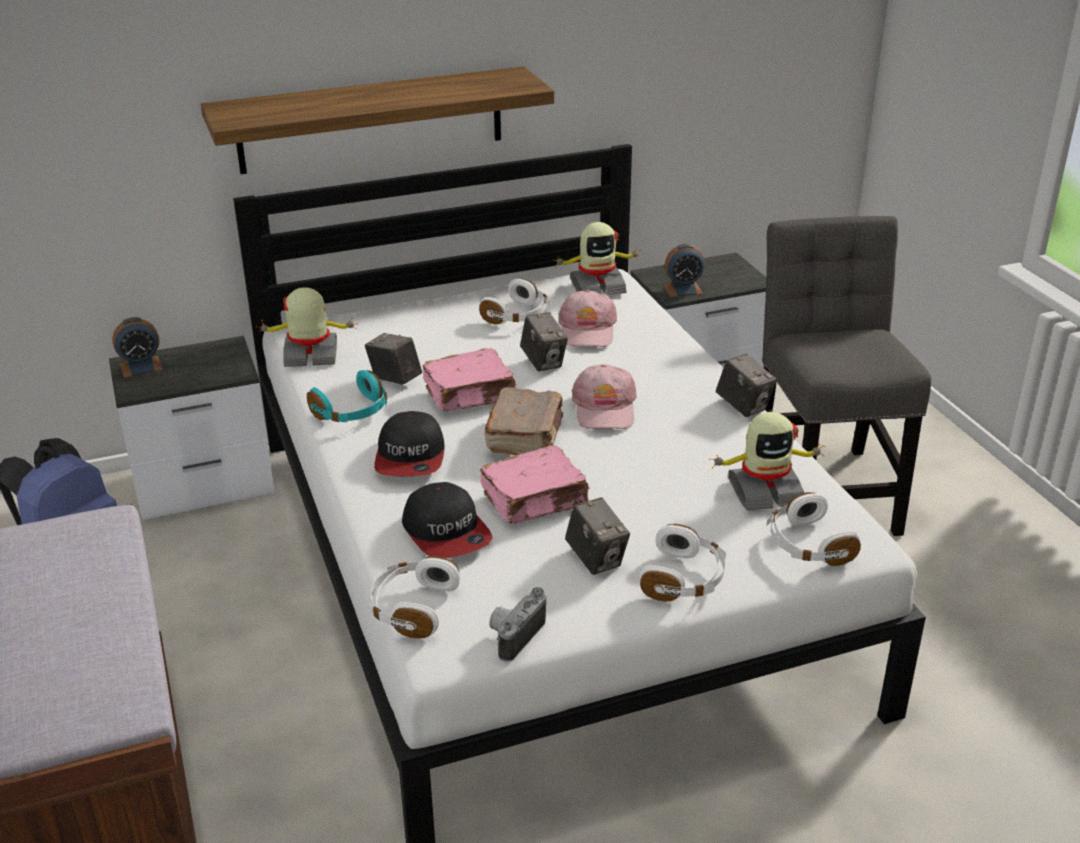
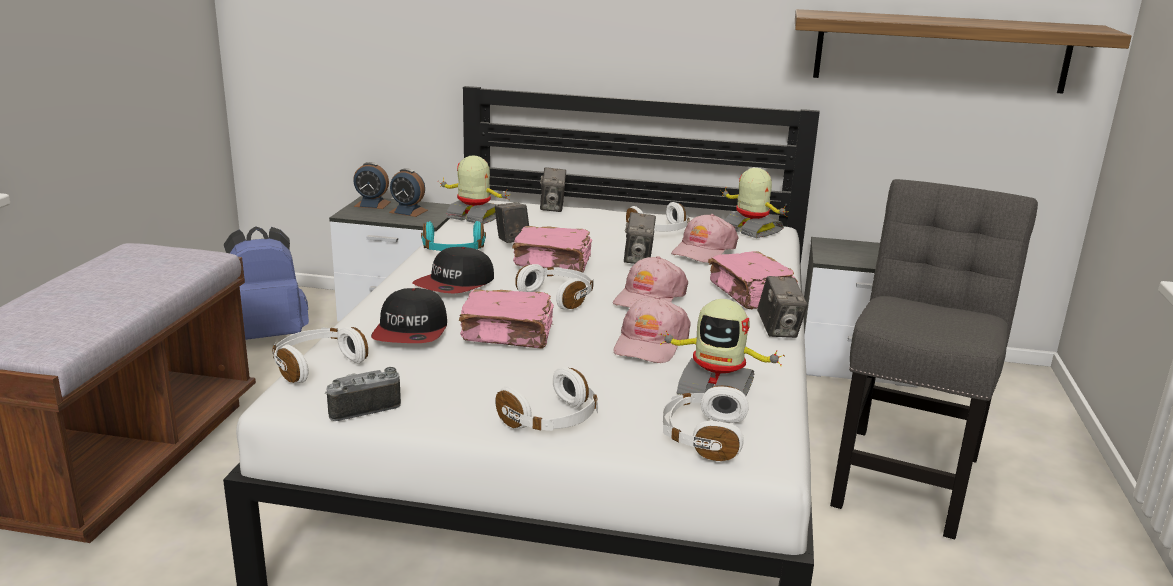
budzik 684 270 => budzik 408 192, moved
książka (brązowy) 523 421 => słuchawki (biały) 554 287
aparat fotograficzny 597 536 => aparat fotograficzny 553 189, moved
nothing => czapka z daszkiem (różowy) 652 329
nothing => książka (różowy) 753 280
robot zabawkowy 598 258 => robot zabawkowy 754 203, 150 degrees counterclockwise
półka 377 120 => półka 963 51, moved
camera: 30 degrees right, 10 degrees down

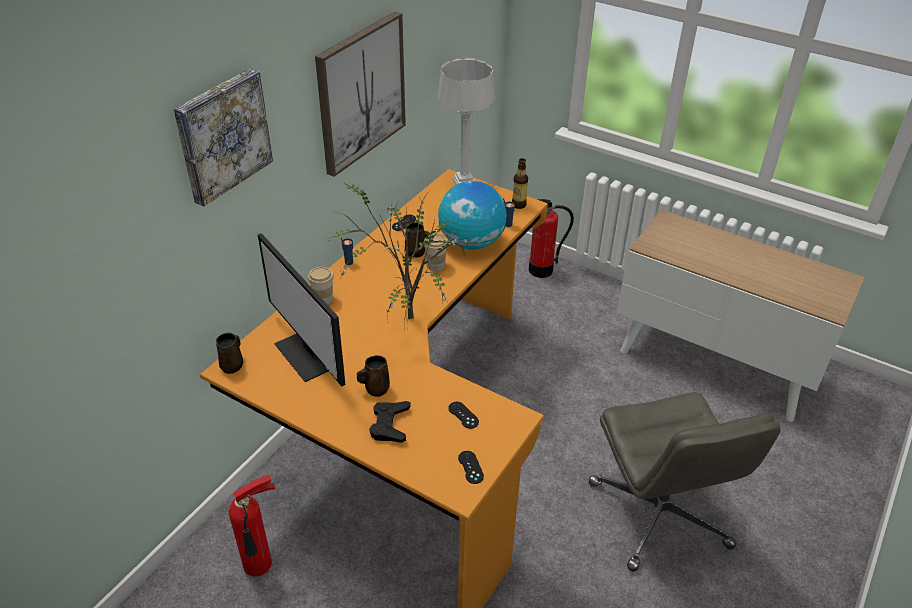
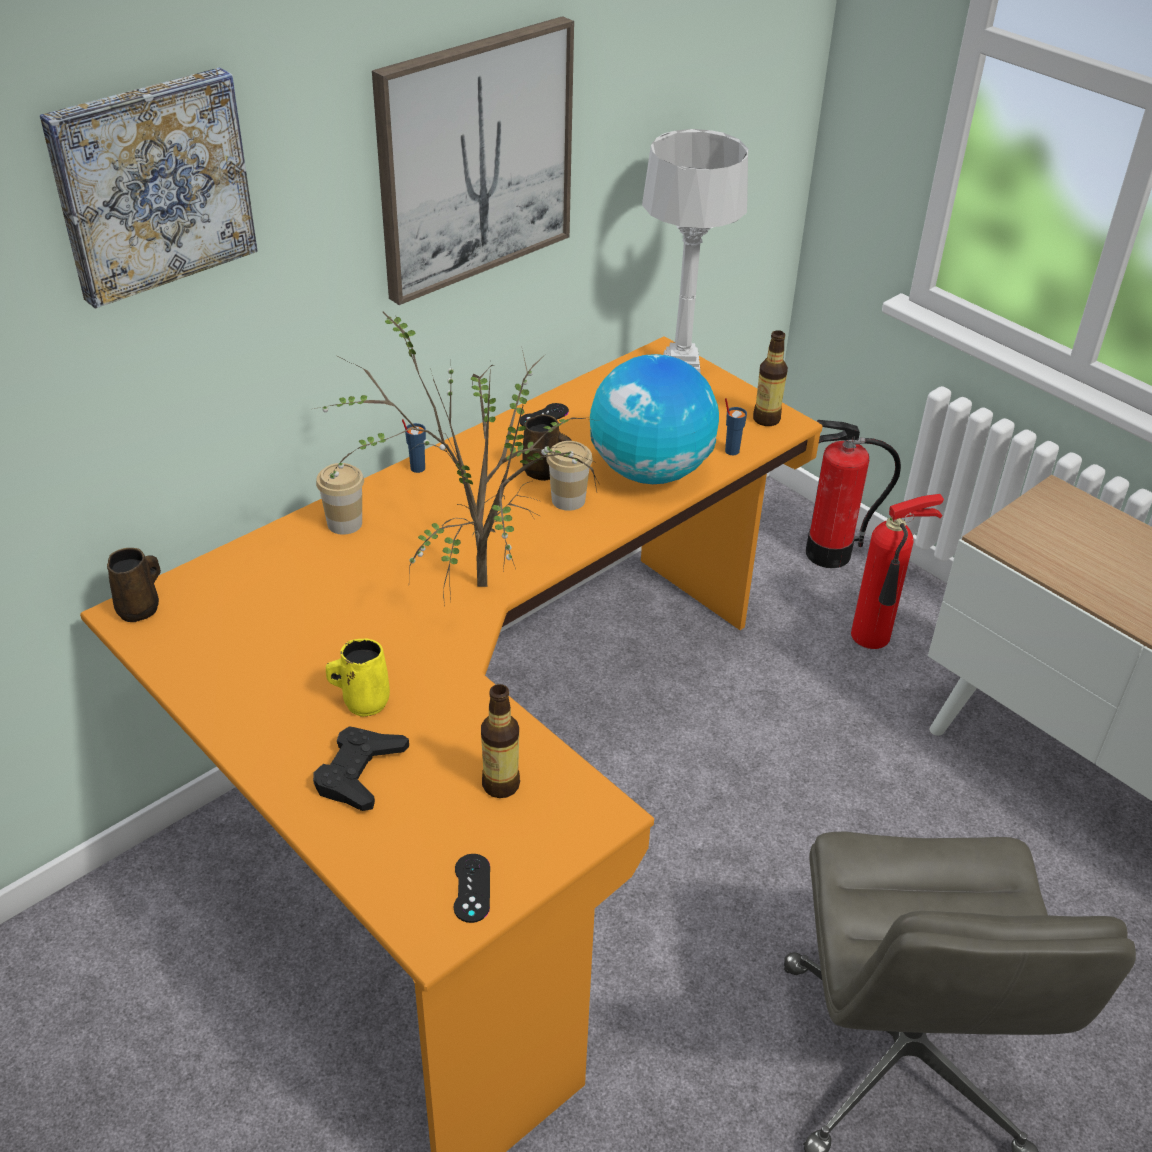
kubek (brązowy) 373 376 => kubek (żółty) 358 677
pad do gier (czarny) 463 415 => butelka 500 741
gaśnica 252 526 => gaśnica 897 571, moved
monitor 302 310 => nothing
camera: 15 degrees right, 0 degrees up

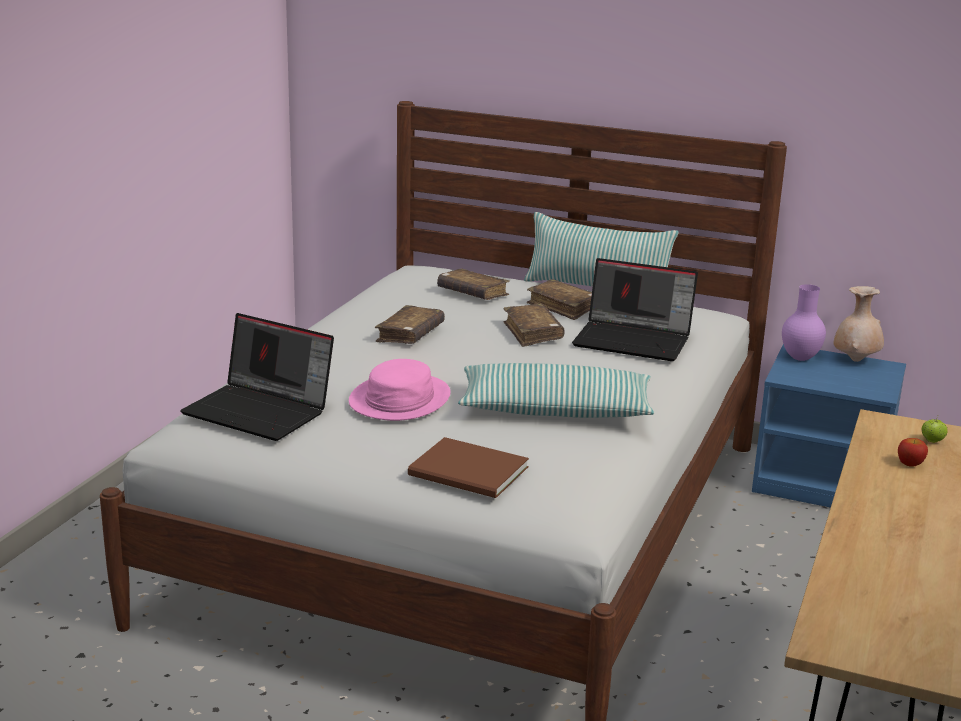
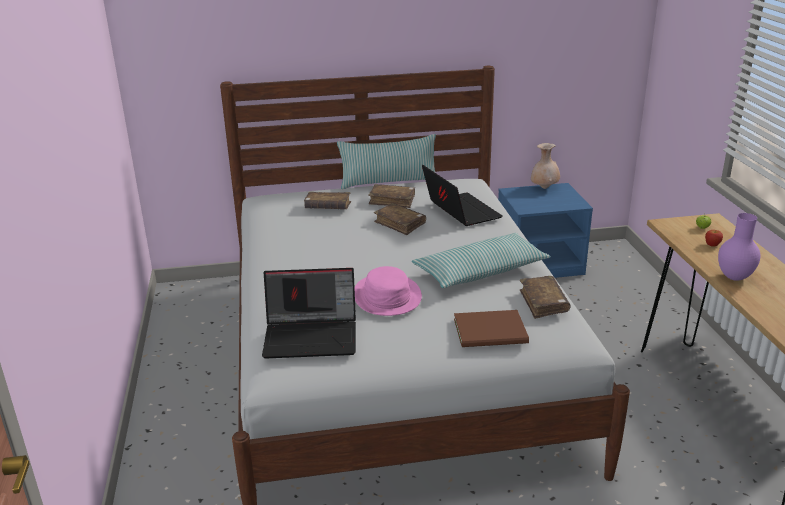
laptop 635 309 => laptop 462 195, 105 degrees counterclockwise
książka (brązowy) 410 324 => książka (brązowy) 545 297, moved
wazon (fioletowy) 804 322 => wazon (fioletowy) 739 247, moved
camera: 30 degrees left, 5 degrees up

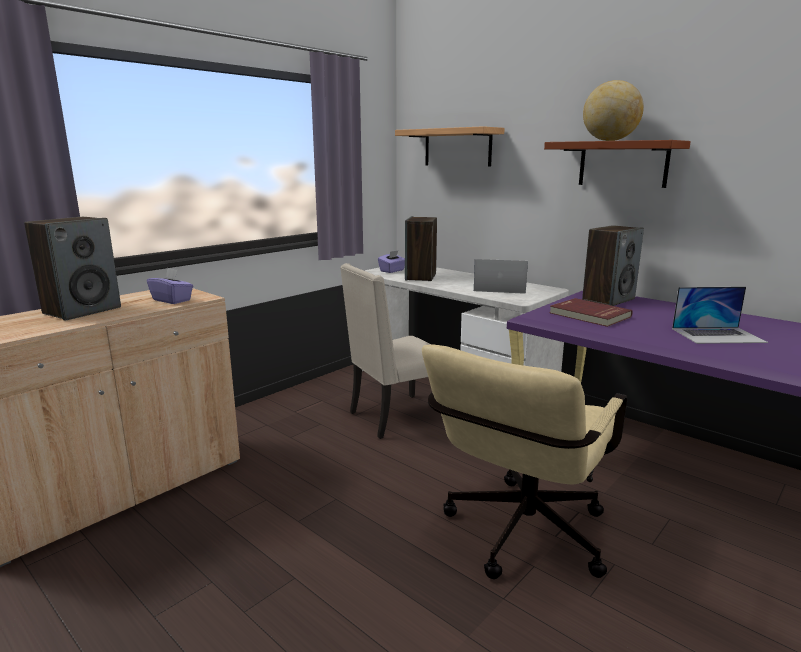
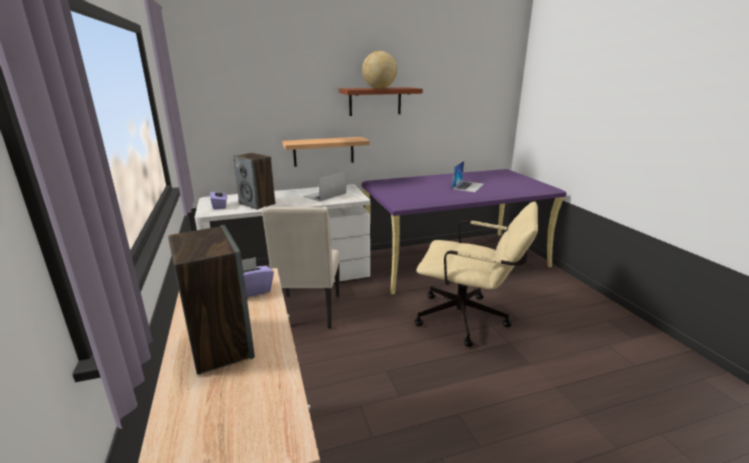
półka 450 146 => półka 326 152, moved
krzesło biurowe (beżowy) 524 462 => krzesło biurowe (beżowy) 476 274, 45 degrees counterclockwise
książka (czerwony) 591 312 => nothing
głośnik 613 265 => nothing
camera: 60 degrees left, 5 degrees up

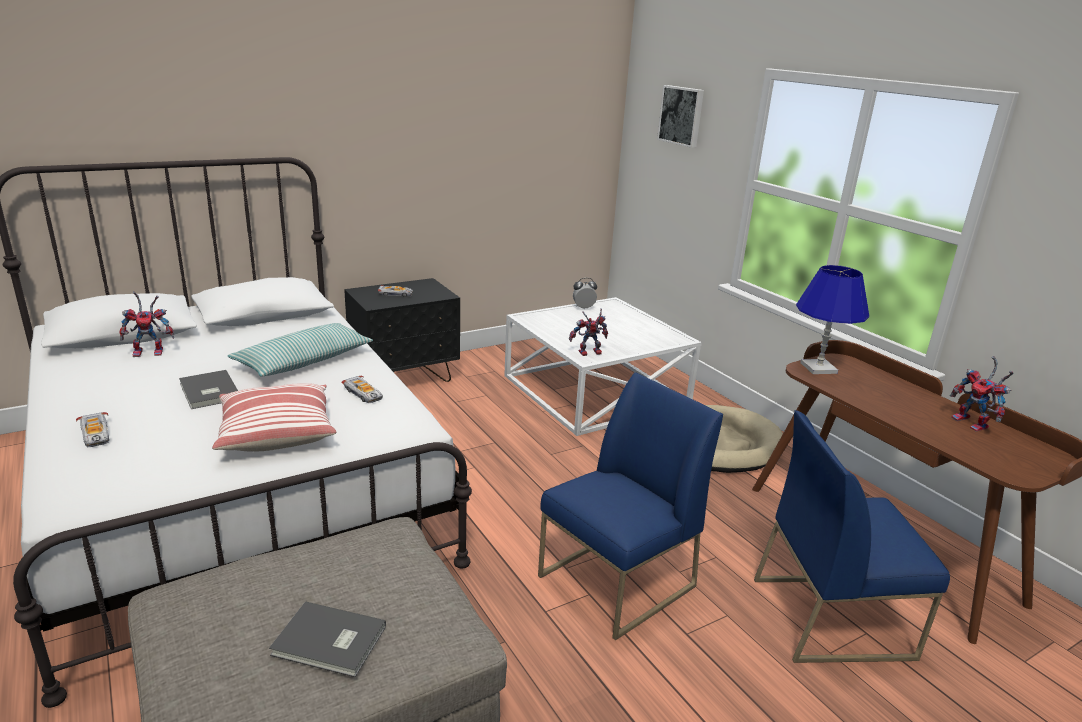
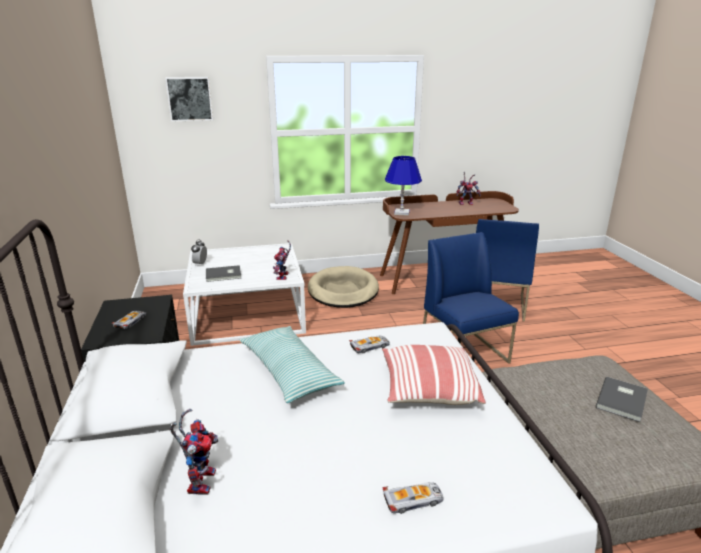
książka (szary) 208 389 => książka (szary) 223 273, moved
camera: 70 degrees left, 0 degrees up

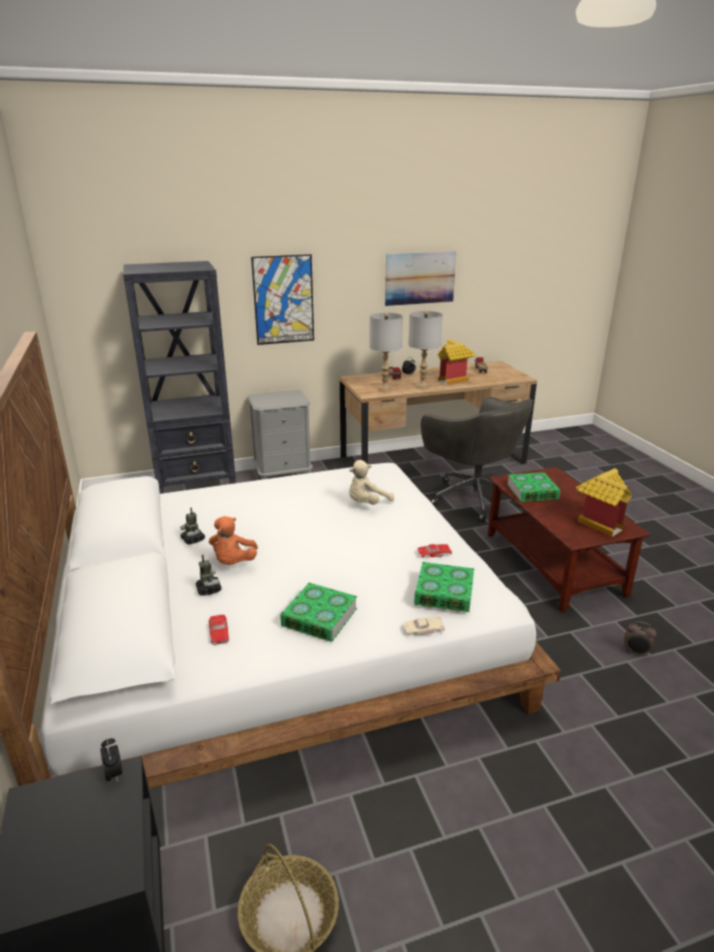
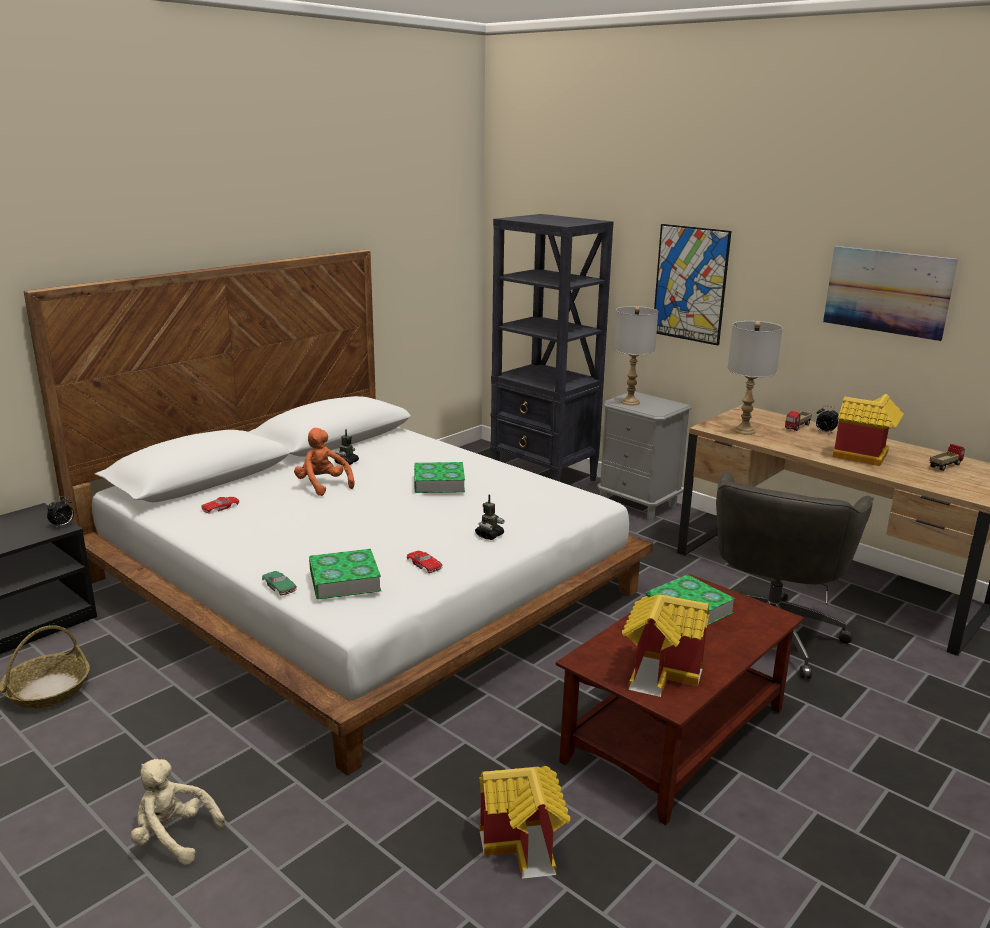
pluszak (beżowy) 371 482 => pluszak (beżowy) 178 812, moved
samochodzik (beżowy) 424 626 => samochodzik (zielony) 279 583
pluszak (pomarańczowy) 233 540 => pluszak (pomarańczowy) 324 462, 75 degrees clockwise
książka 318 612 => książka 439 477, moved
robot zabawkowy 209 575 => robot zabawkowy 490 517, moved
budzik 640 639 => domek 524 822
lampa stołowa (szary) 425 350 => lampa stołowa (szary) 636 355, moved
camera: 60 degrees right, 5 degrees down

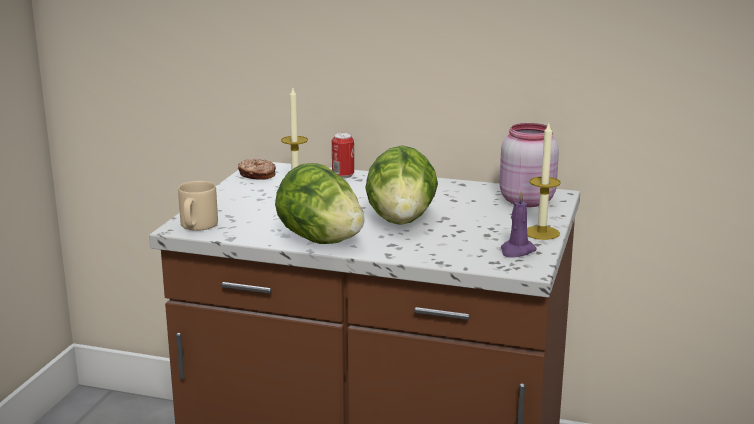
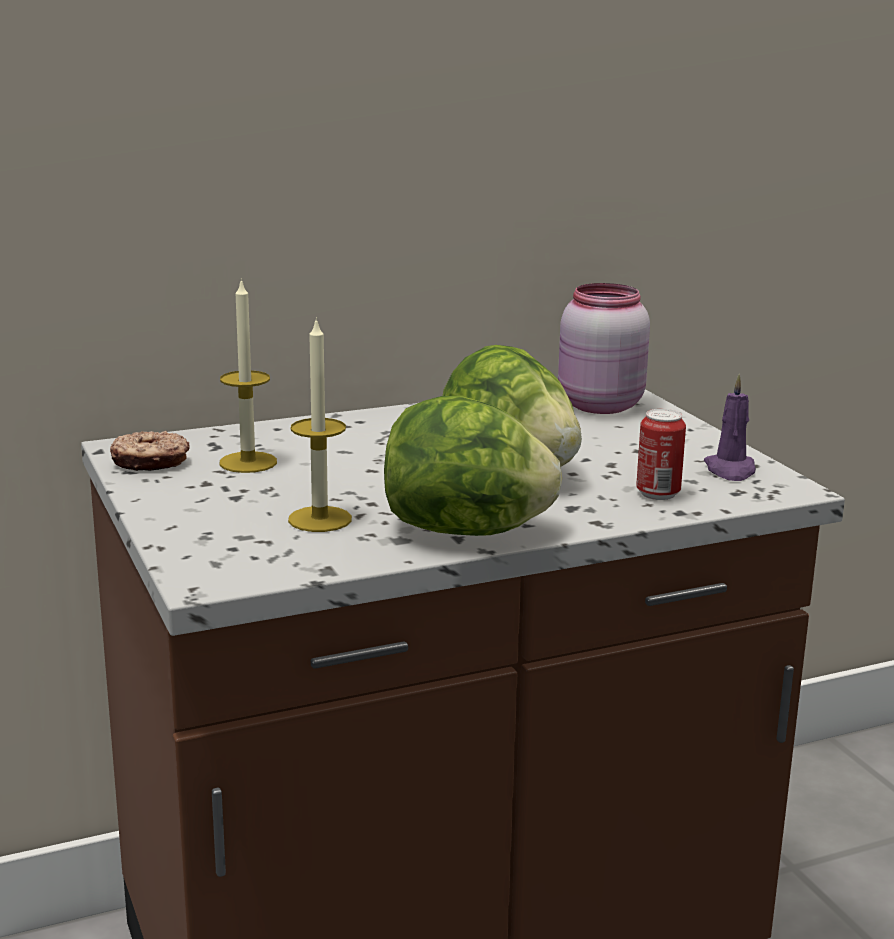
świeca 544 182 => świeca 320 424, moved
puszka 343 155 => puszka 661 454, moved
kubek (beżowy) 198 206 => nothing
camera: 40 degrees left, 0 degrees up

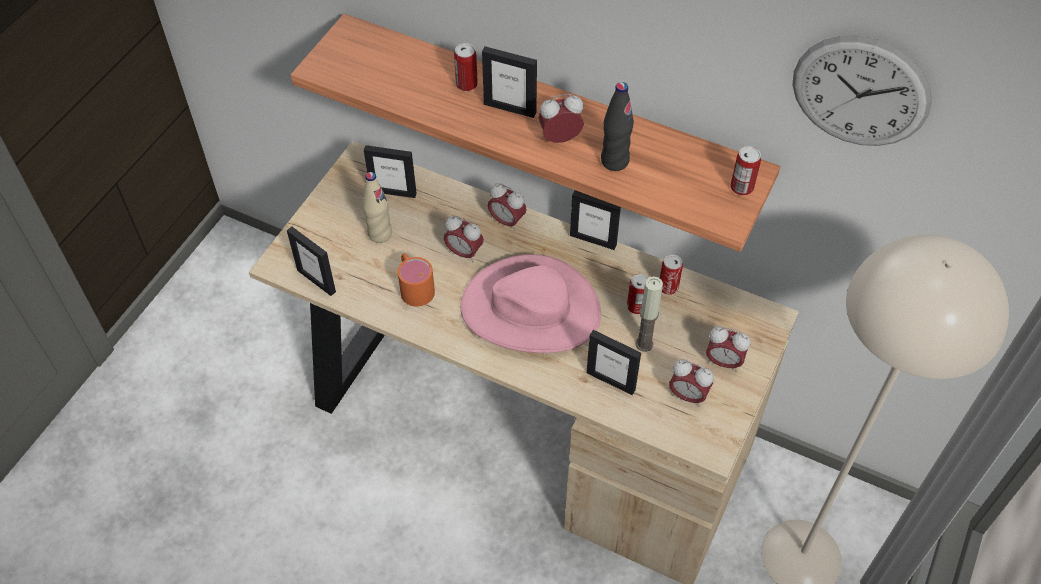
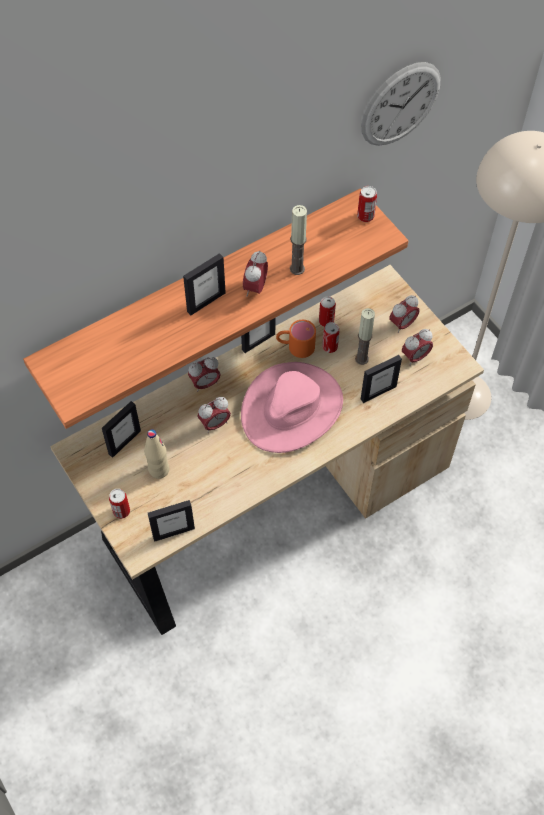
puszka 466 67 => puszka 119 504, moved
kubek (pomarańczowy) 416 280 => kubek (pomarańczowy) 296 339, moved
butelka (czarny) 617 126 => świeca 298 240
camera: 60 degrees left, 5 degrees up

